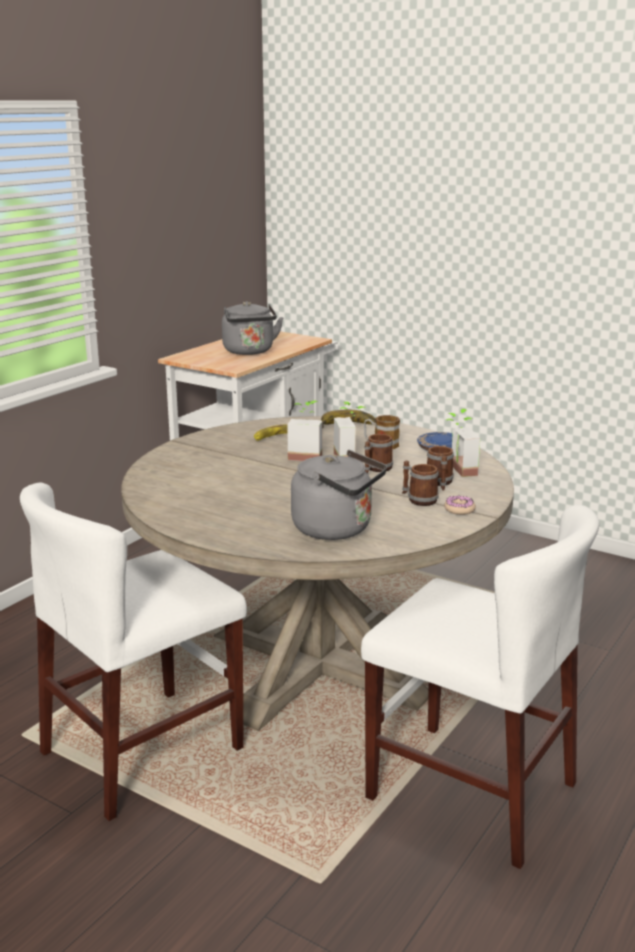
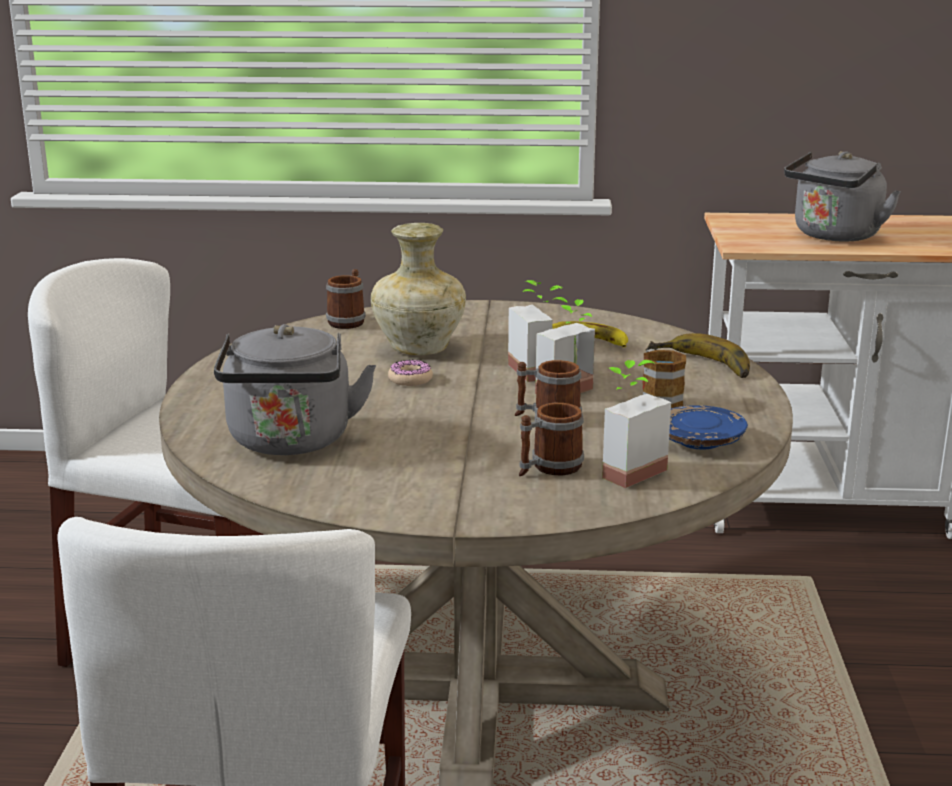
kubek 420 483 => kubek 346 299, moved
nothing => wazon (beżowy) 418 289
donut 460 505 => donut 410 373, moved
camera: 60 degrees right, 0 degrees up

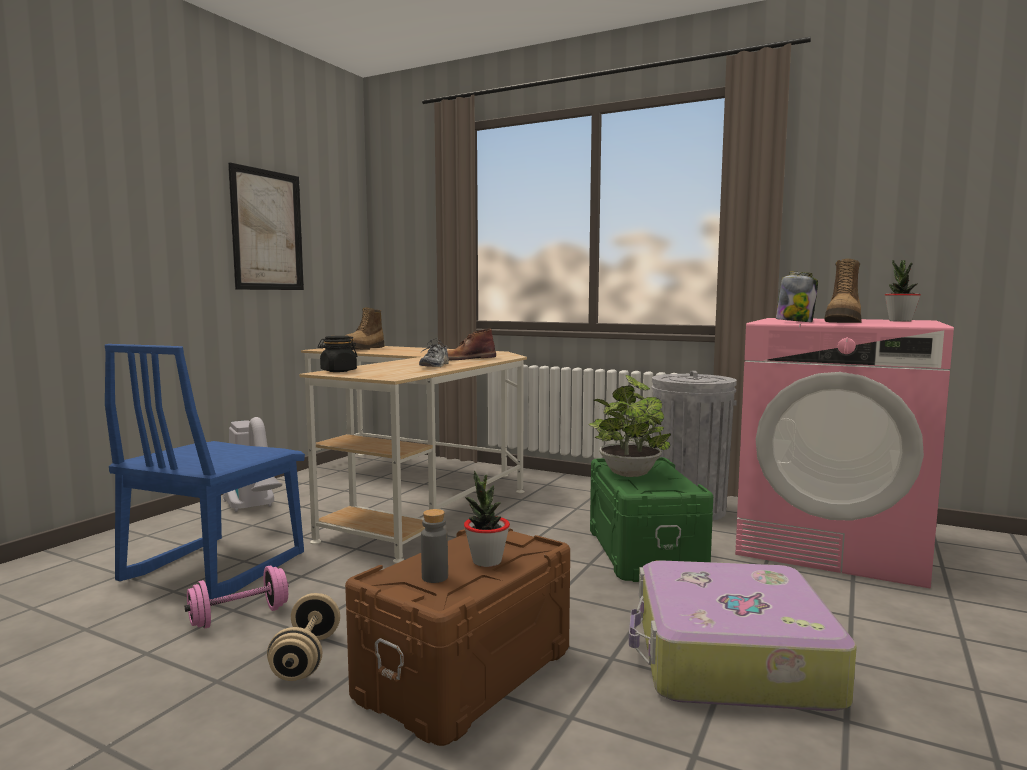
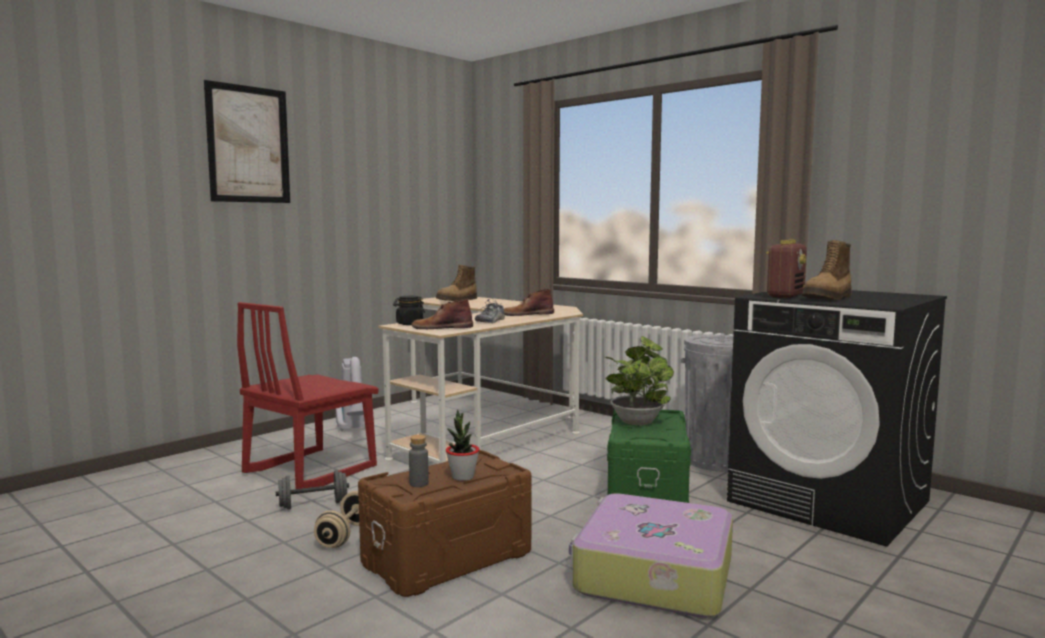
obraz 266 226 => obraz 247 141, moved
krzesło (niebieski) 205 472 => krzesło (czerwony) 308 395
hantel (różowy) 237 597 => hantel (szary) 312 490
nothing => but z cholewką (brązowy) 442 314
pralka (różowy) 844 453 => pralka (czarny) 837 418
słoik 797 297 => radio 786 269
roślina doniczkowa 903 291 => nothing
camera: 15 degrees right, 0 degrees up

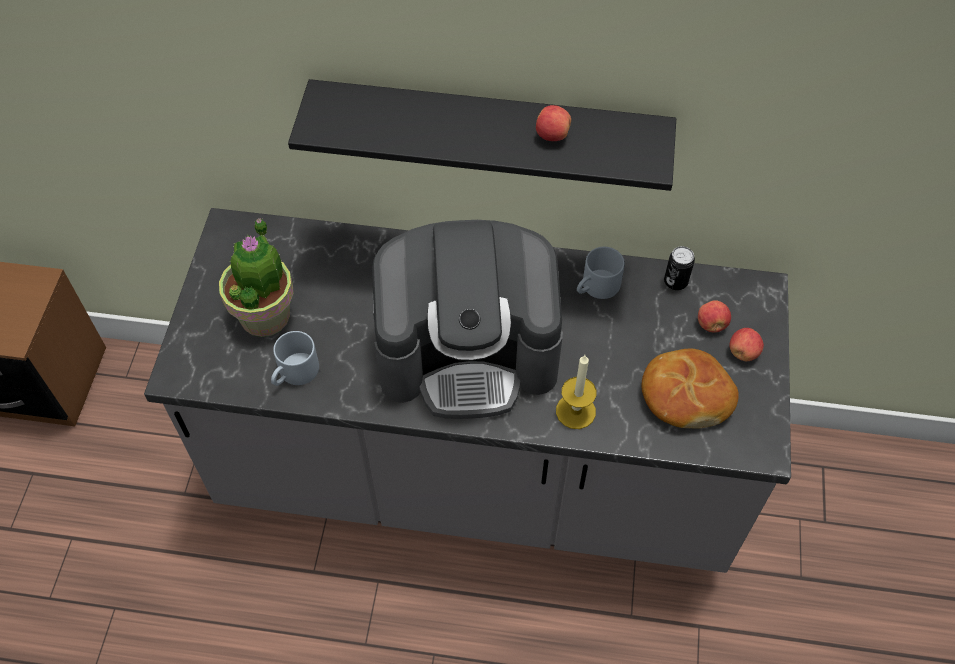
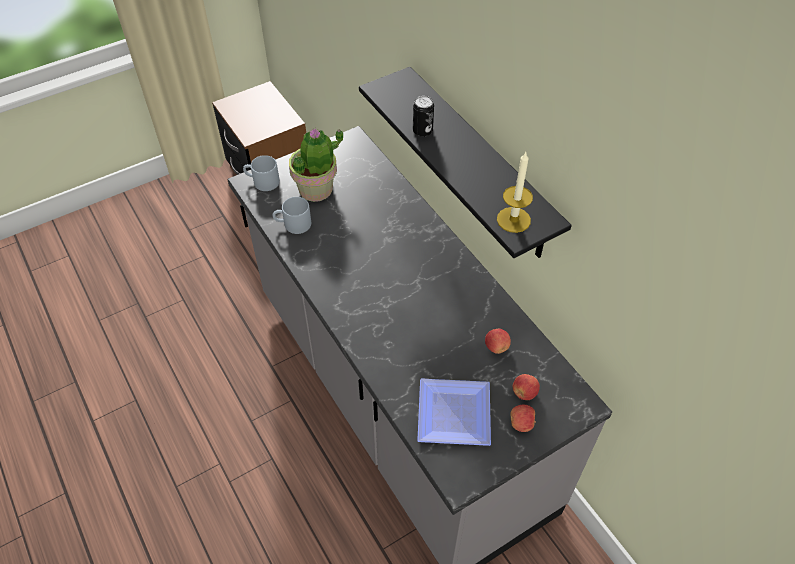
kubek (szary) 601 273 => kubek (szary) 261 173, moved
puszka 679 268 => puszka 423 116, moved
chleb 690 388 => talerz 454 412
jabłko 553 123 => jabłko 498 341, moved
świeca 576 392 => świeca 515 192, moved
ekspres do kawy 467 319 => nothing
camera: 50 degrees right, 5 degrees down

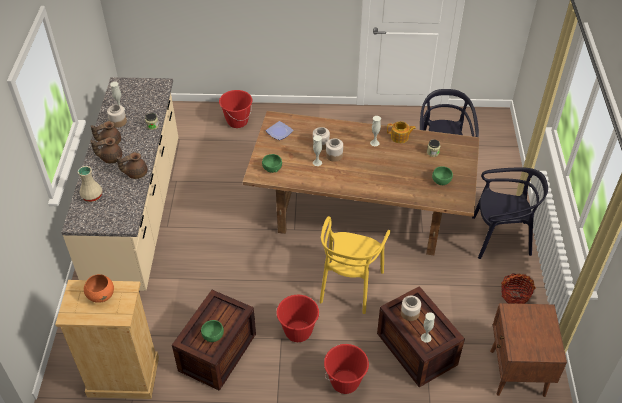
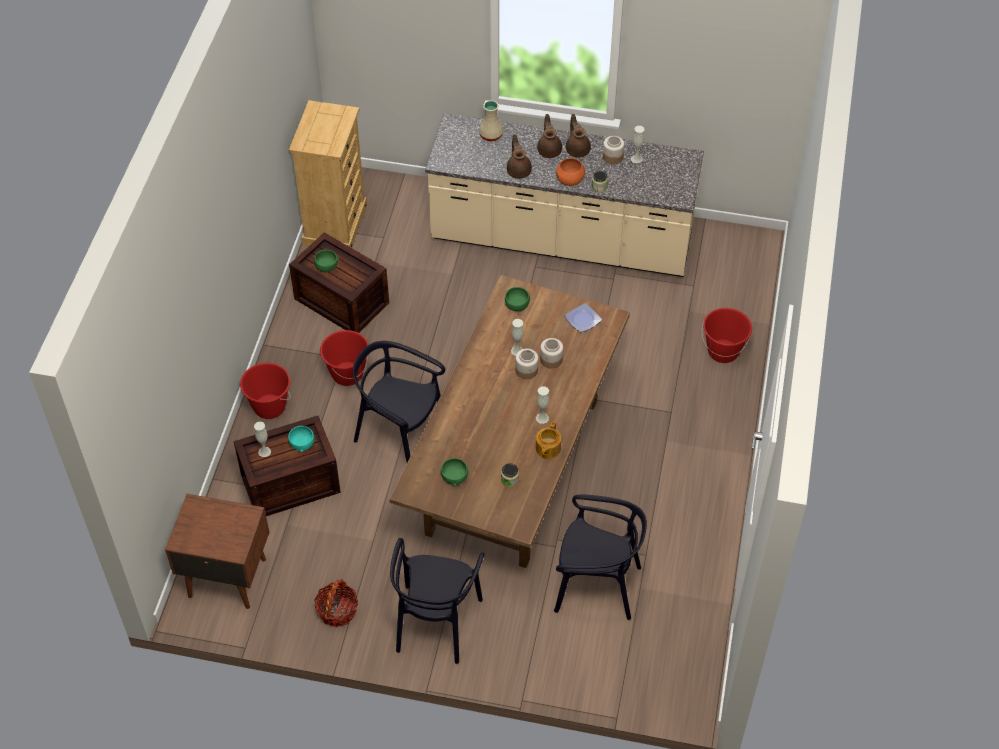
słoik 411 308 => miska (turkusowy) 301 439
krzesło (żółty) 355 265 => krzesło (czarny) 399 401
miska (pomarańczowy) 99 288 => miska (pomarańczowy) 570 172, moved
camera: 100 degrees right, 5 degrees up

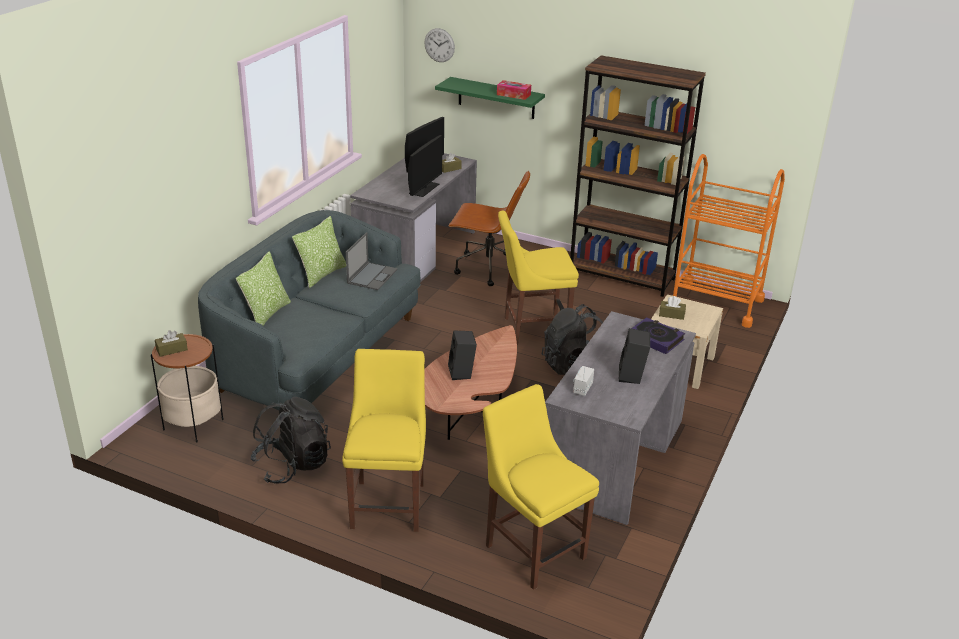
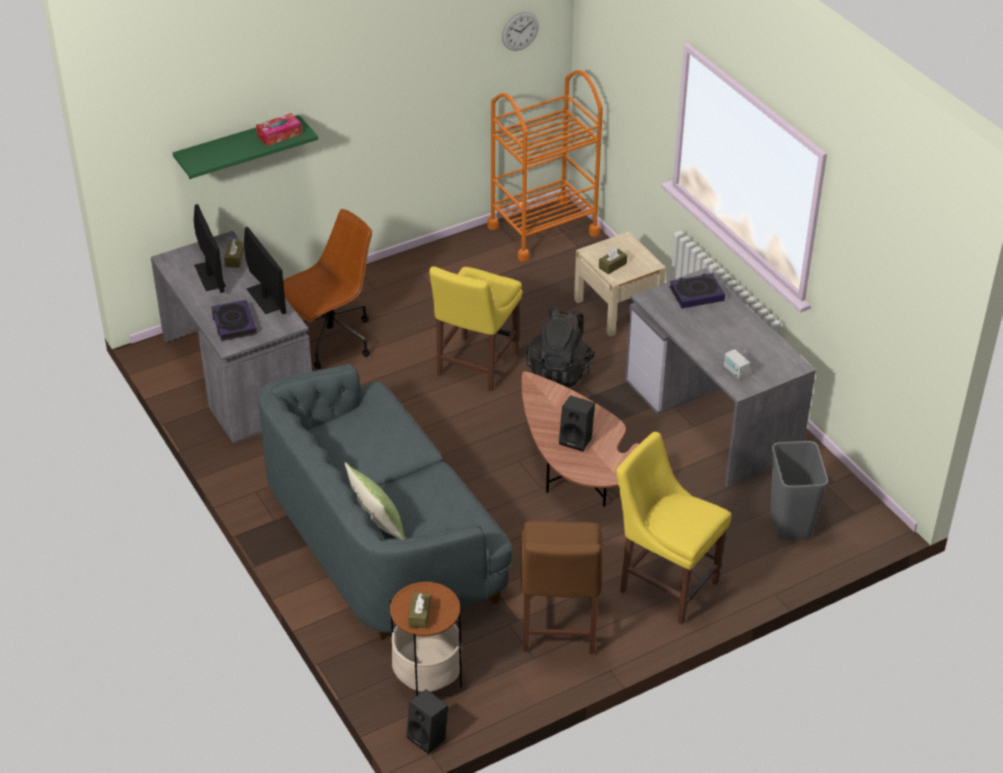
nothing => książka 234 320
głośnik (czarny) 634 356 => głośnik (czarny) 427 721, moved
zegar ścienny 439 45 => zegar ścienny 520 31, moved
plecak (czarny) 290 440 => krzesło (brązowy) 561 587
krzesło (żółty) 541 487 => kosz na śmieci (szary) 799 490
poduszka 319 252 => nothing
laptop 372 261 => nothing
regał (brązowy) 638 176 => nothing
camera: 55 degrees left, 10 degrees up

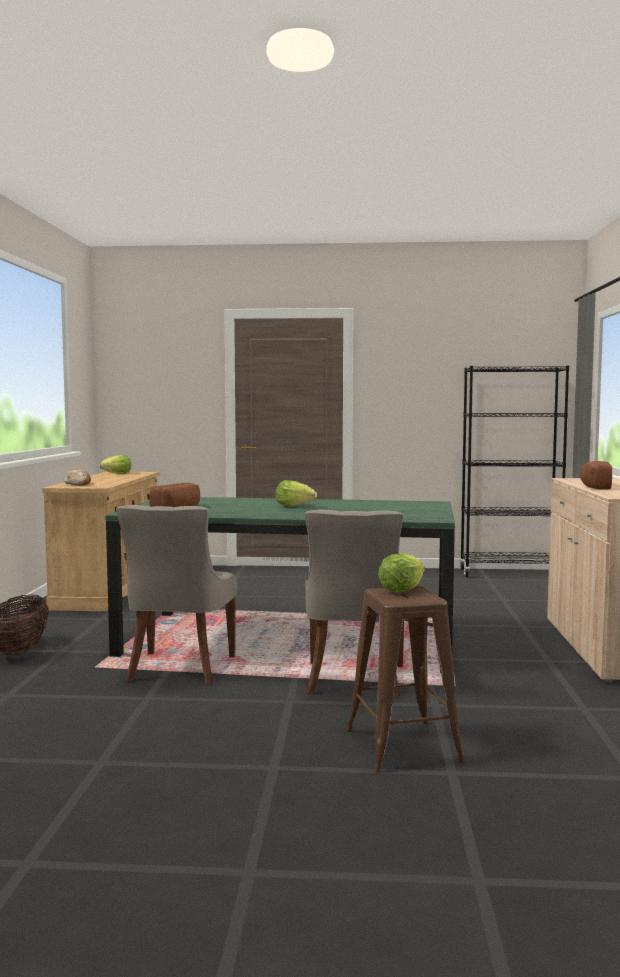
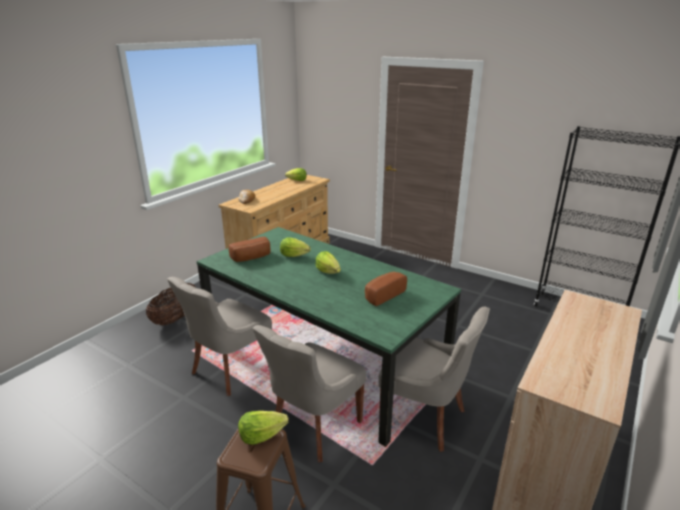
nothing => sałata 295 247
chleb 596 475 => chleb 386 289, moved
nothing => krzesło (szary) 434 379
camera: 30 degrees right, 20 degrees up

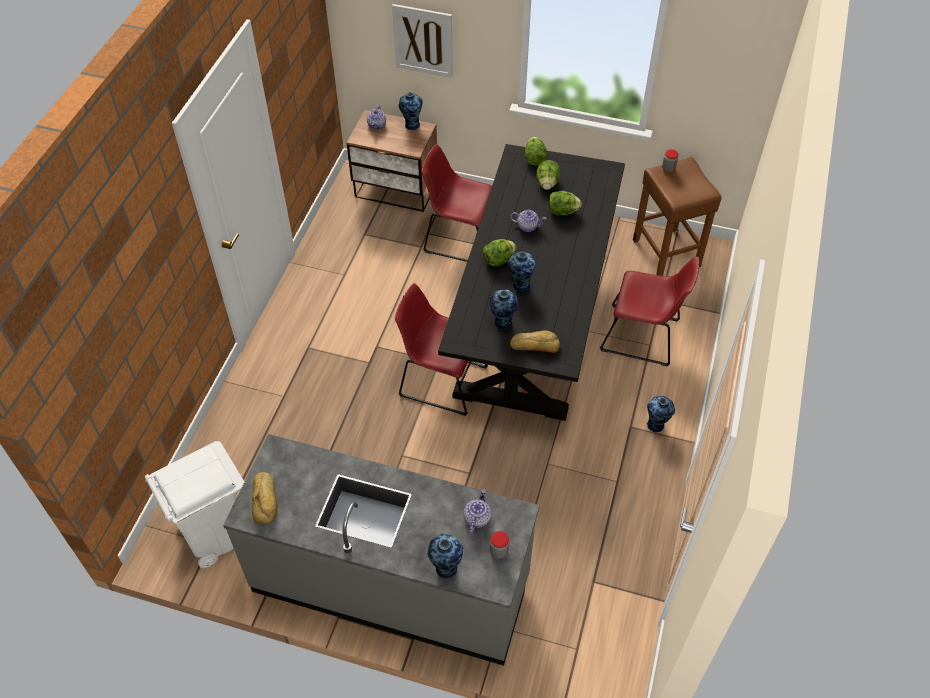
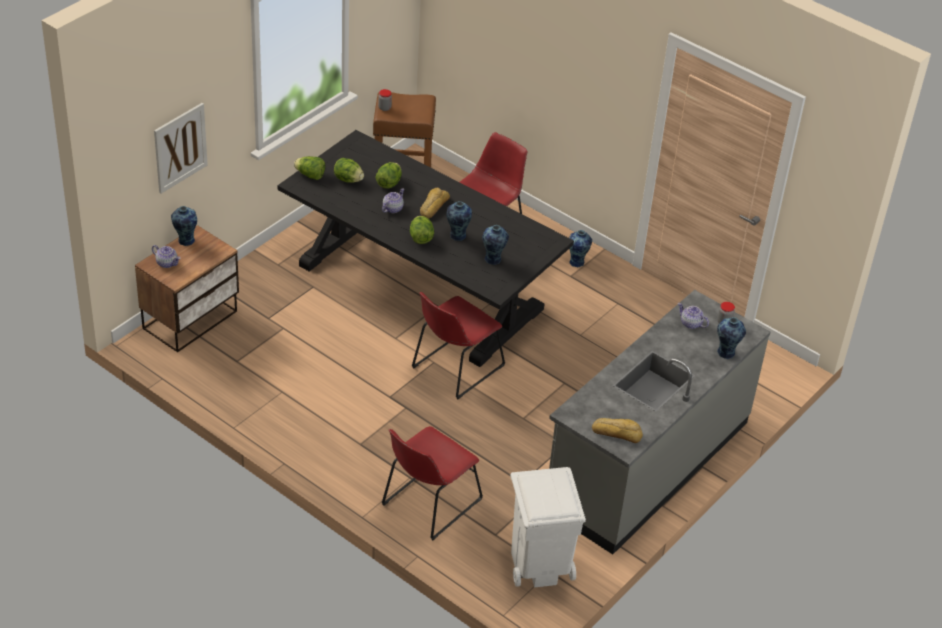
krzesło (czerwony) 456 203 => krzesło (czerwony) 432 483, moved
chleb 535 341 => chleb 435 203, moved
camera: 70 degrees left, 10 degrees down

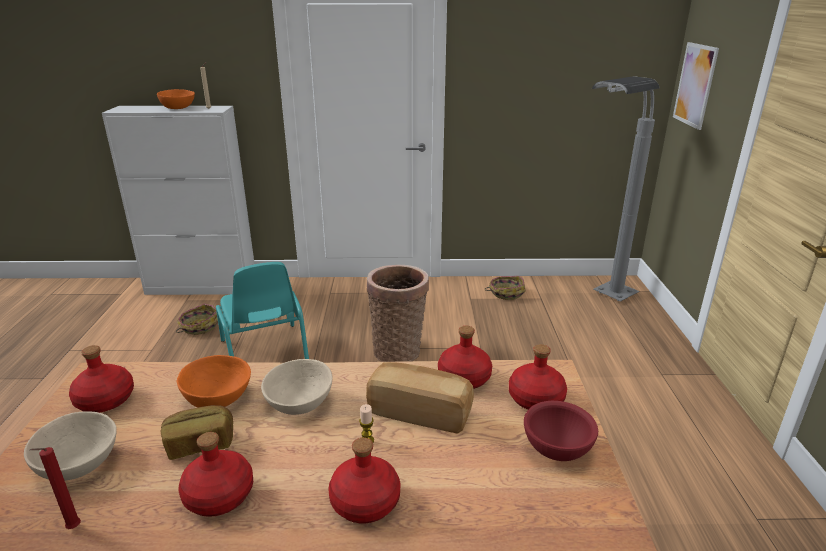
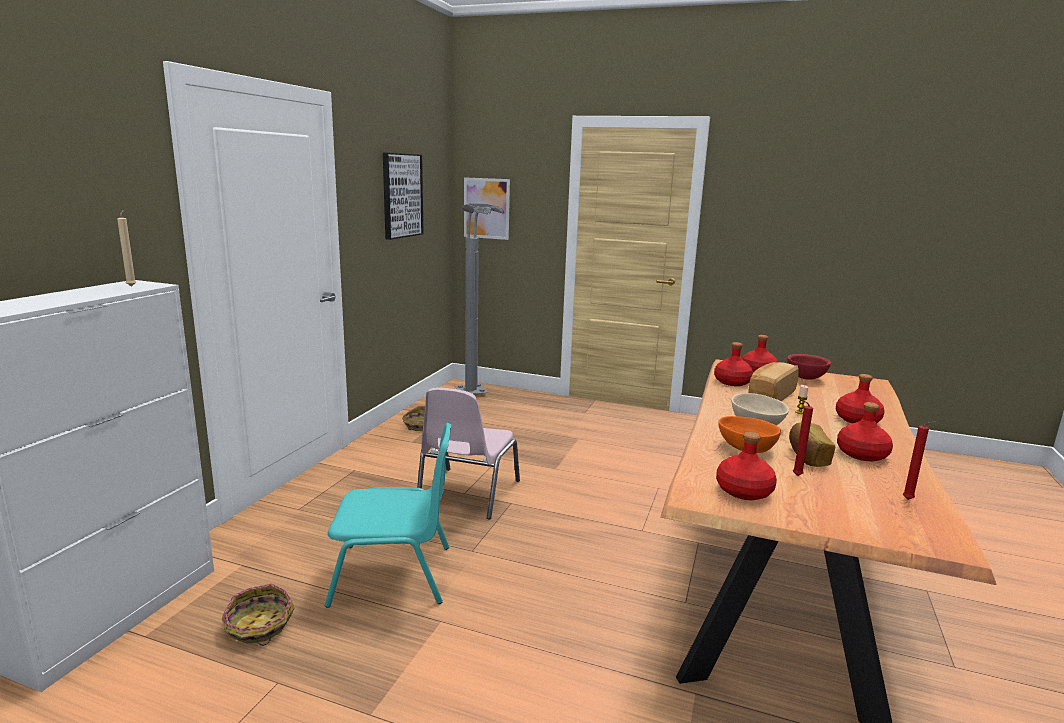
nothing => obraz 403 196
koszyk 398 313 => krzesło (różowy) 468 453
nothing => świeca (czerwony) 803 437
miska (beżowy) 70 446 => nothing
miska (pomarańczowy) 176 99 => nothing
camera: 70 degrees left, 10 degrees down

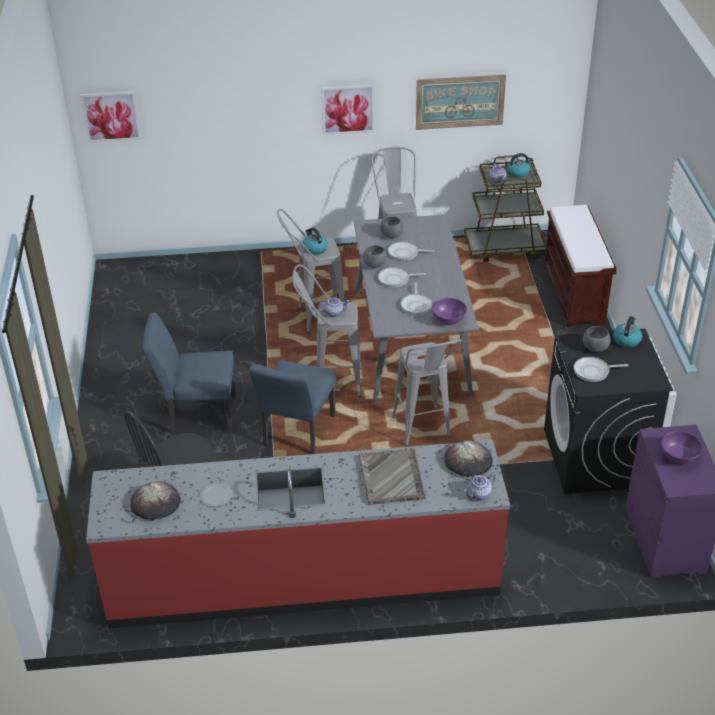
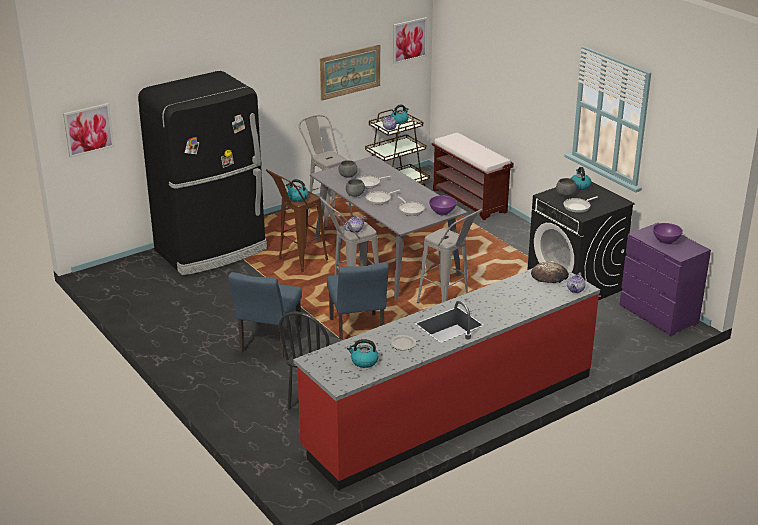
nothing => lodówka (czarny) 202 173
krzesło (niebieski) 189 372 => krzesło (niebieski) 265 315, 45 degrees counterclockwise
stołek (szary) 311 271 => stołek (brązowy) 297 220
chleb 155 501 => czajnik 363 353
obraz 347 109 => obraz 410 40, moved
taca (szary) 392 476 => nothing
camera: 30 degrees left, 10 degrees down

